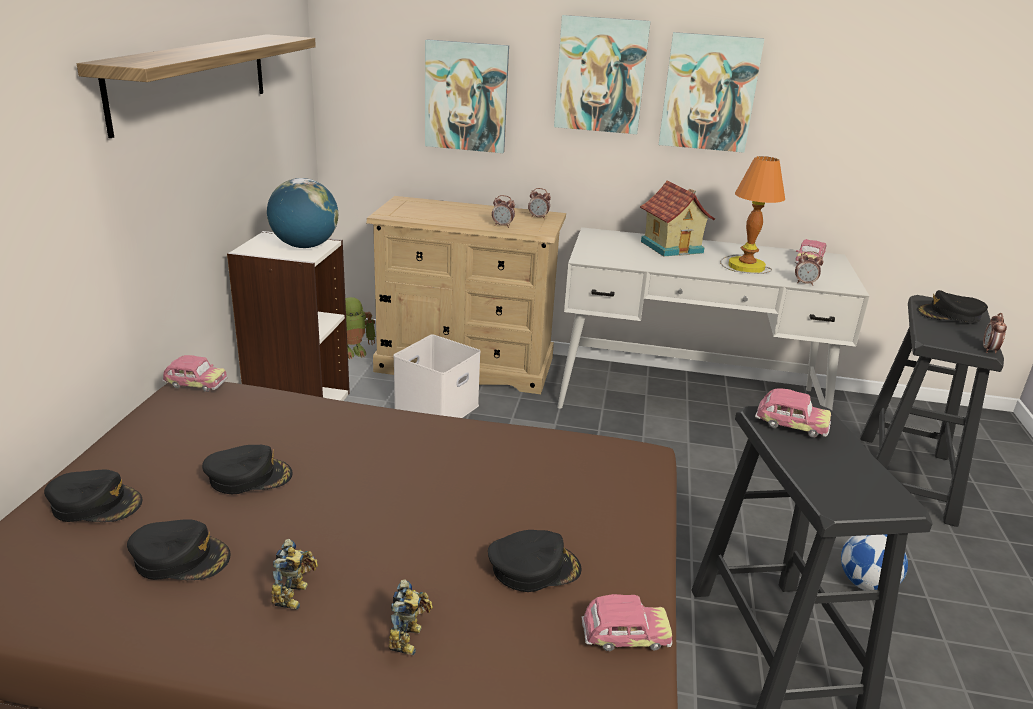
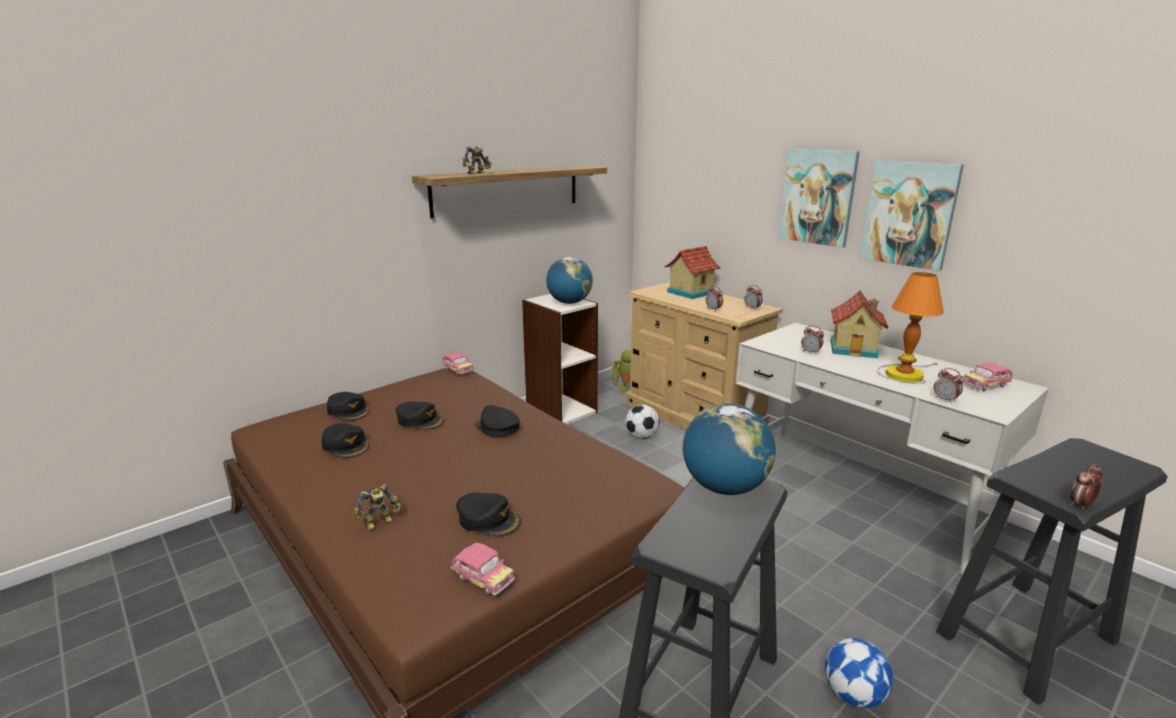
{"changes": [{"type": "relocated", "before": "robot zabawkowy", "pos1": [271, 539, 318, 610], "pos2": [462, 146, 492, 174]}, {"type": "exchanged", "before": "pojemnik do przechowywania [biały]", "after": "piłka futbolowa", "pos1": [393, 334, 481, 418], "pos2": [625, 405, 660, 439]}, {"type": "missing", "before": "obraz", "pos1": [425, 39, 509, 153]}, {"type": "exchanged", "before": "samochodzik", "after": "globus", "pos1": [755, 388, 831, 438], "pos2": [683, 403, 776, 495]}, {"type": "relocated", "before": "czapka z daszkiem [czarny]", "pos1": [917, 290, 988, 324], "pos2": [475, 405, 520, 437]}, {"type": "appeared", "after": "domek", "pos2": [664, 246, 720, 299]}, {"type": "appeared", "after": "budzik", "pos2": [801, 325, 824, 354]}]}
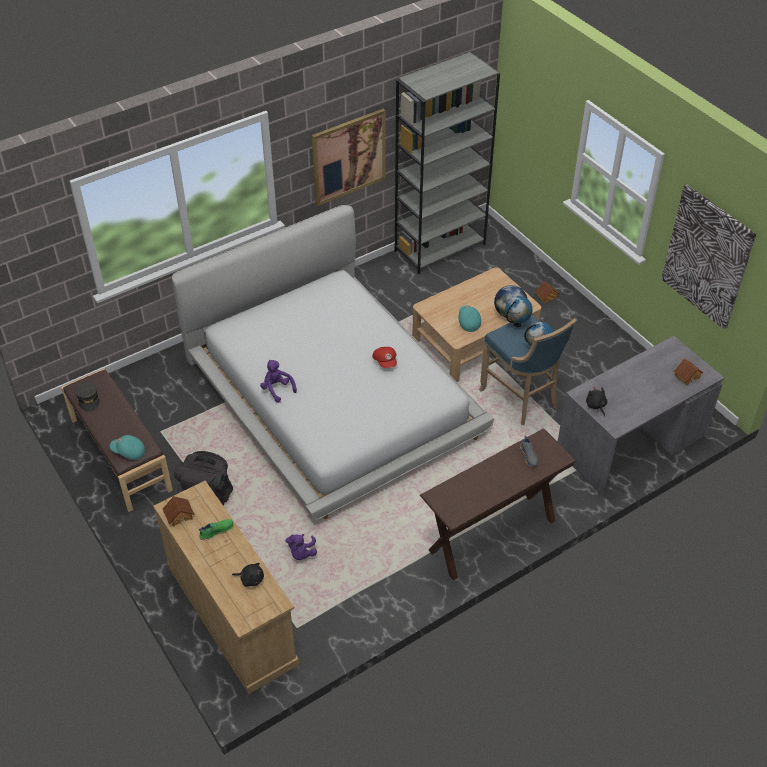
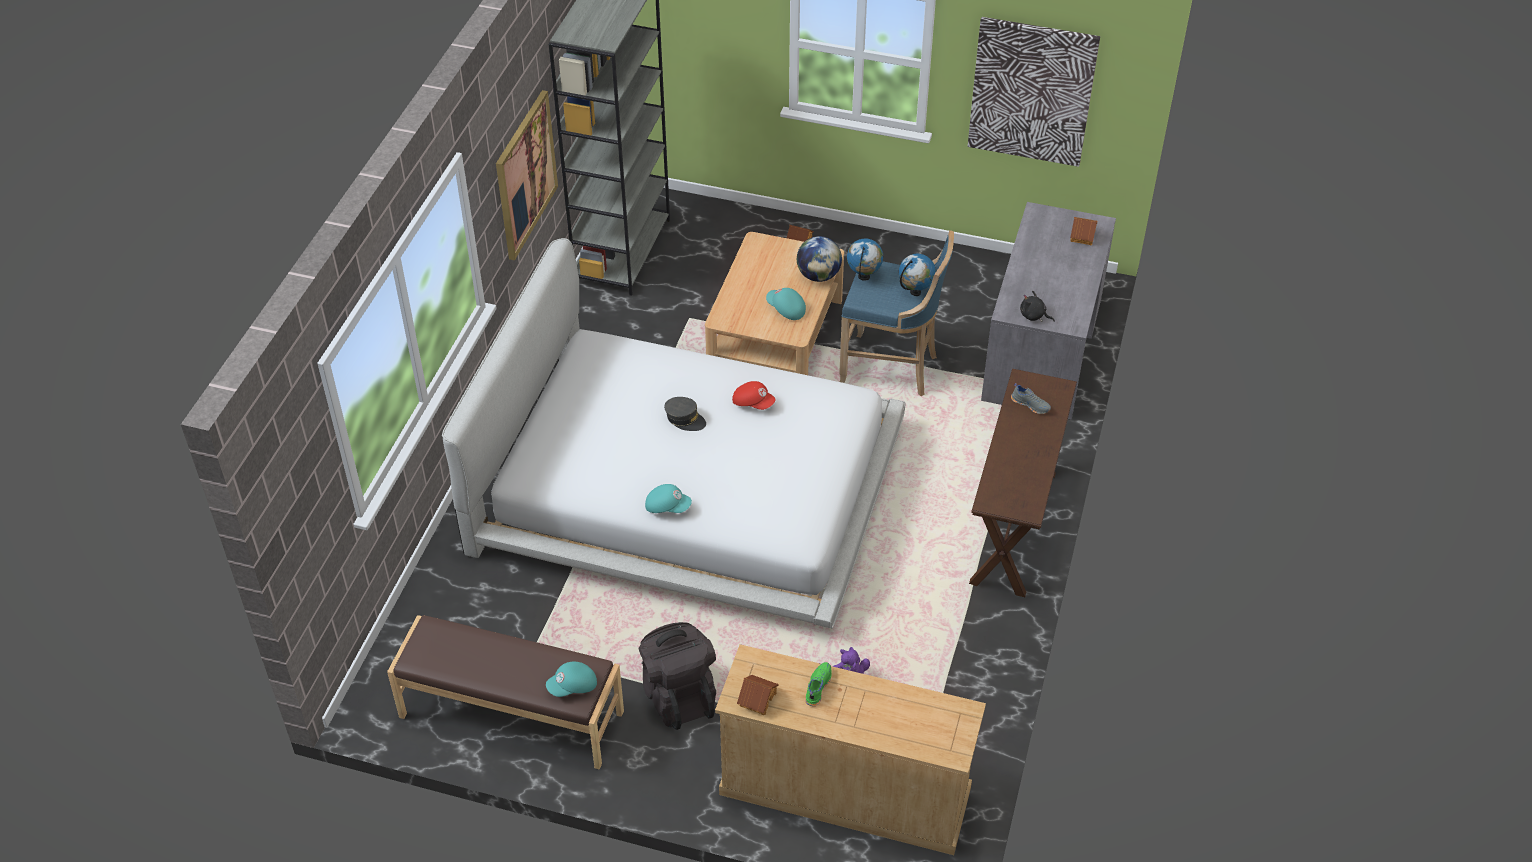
{"changes": [{"type": "relocated", "before": "czapka z daszkiem [szary]", "pos1": [75, 382, 99, 412], "pos2": [664, 397, 706, 431]}, {"type": "missing", "before": "pluszak [czarny]", "pos1": [232, 563, 264, 587]}, {"type": "exchanged", "before": "pluszak [fioletowy]", "after": "czapka z daszkiem [turkusowy]", "pos1": [260, 360, 297, 403], "pos2": [645, 484, 692, 513]}]}
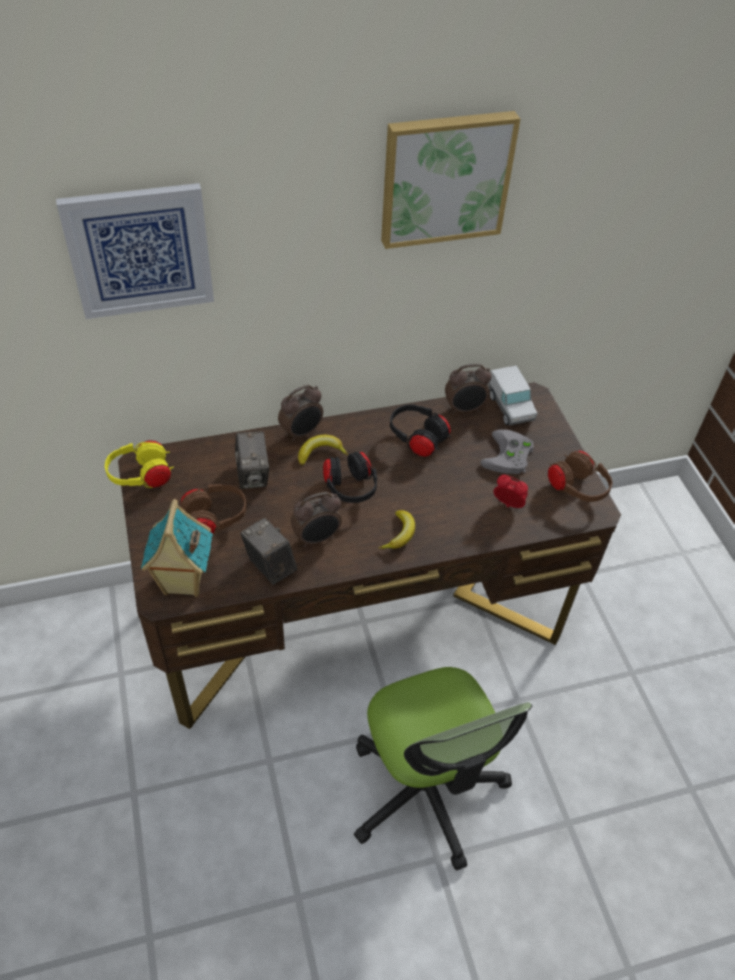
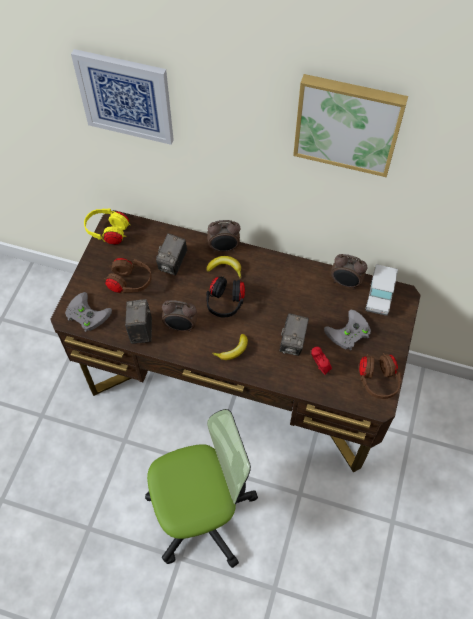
{"changes": [{"type": "exchanged", "before": "domek", "after": "pad do gier [szary]", "pos1": [141, 499, 213, 597], "pos2": [65, 292, 112, 332]}, {"type": "spun", "before": "krzesło biurowe", "pos1": [354, 667, 532, 871], "pos2": [145, 409, 258, 568], "turn": -120}, {"type": "missing", "before": "słuchawki [czarny]", "pos1": [390, 404, 451, 457]}, {"type": "appeared", "after": "aparat fotograficzny", "pos2": [280, 313, 309, 356]}]}
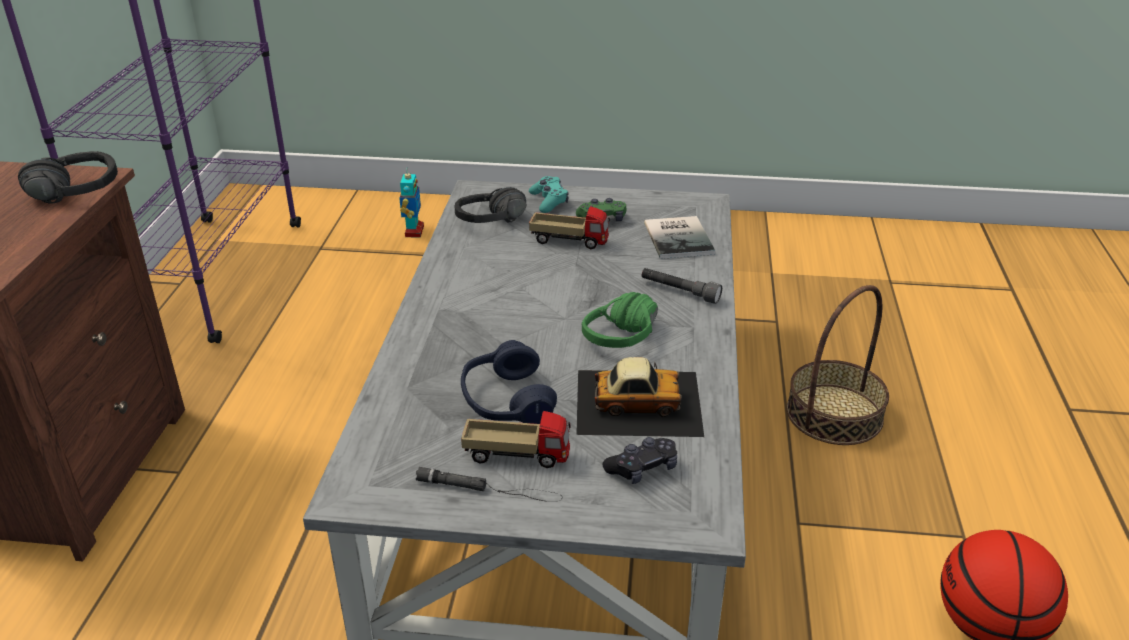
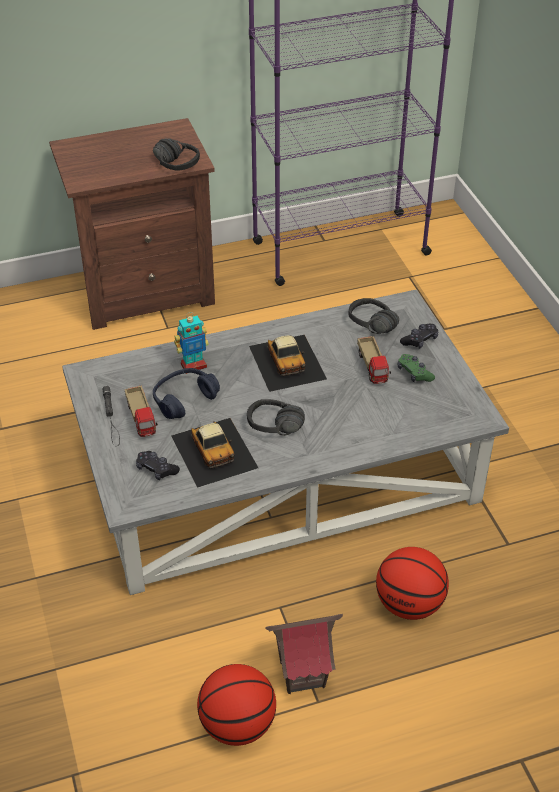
{"changes": [{"type": "relocated", "before": "robot zabawkowy", "pos1": [399, 167, 424, 238], "pos2": [174, 312, 209, 374]}, {"type": "colour", "before": "pad do gier [turkusowy]", "after": "pad do gier [czarny]", "pos1": [529, 176, 569, 213], "pos2": [400, 324, 438, 349]}, {"type": "colour", "before": "słuchawki [zielony]", "after": "słuchawki [czarny]", "pos1": [582, 292, 658, 348], "pos2": [247, 399, 305, 436]}, {"type": "missing", "before": "latarka [szary]", "pos1": [641, 268, 722, 304]}, {"type": "missing", "before": "książka", "pos1": [644, 216, 715, 259]}, {"type": "exchanged", "before": "koszyk", "after": "piłka do koszykówki", "pos1": [786, 285, 889, 445], "pos2": [376, 547, 449, 620]}, {"type": "appeared", "after": "samochodzik", "pos2": [249, 335, 327, 392]}, {"type": "appeared", "after": "domek", "pos2": [265, 614, 343, 694]}]}
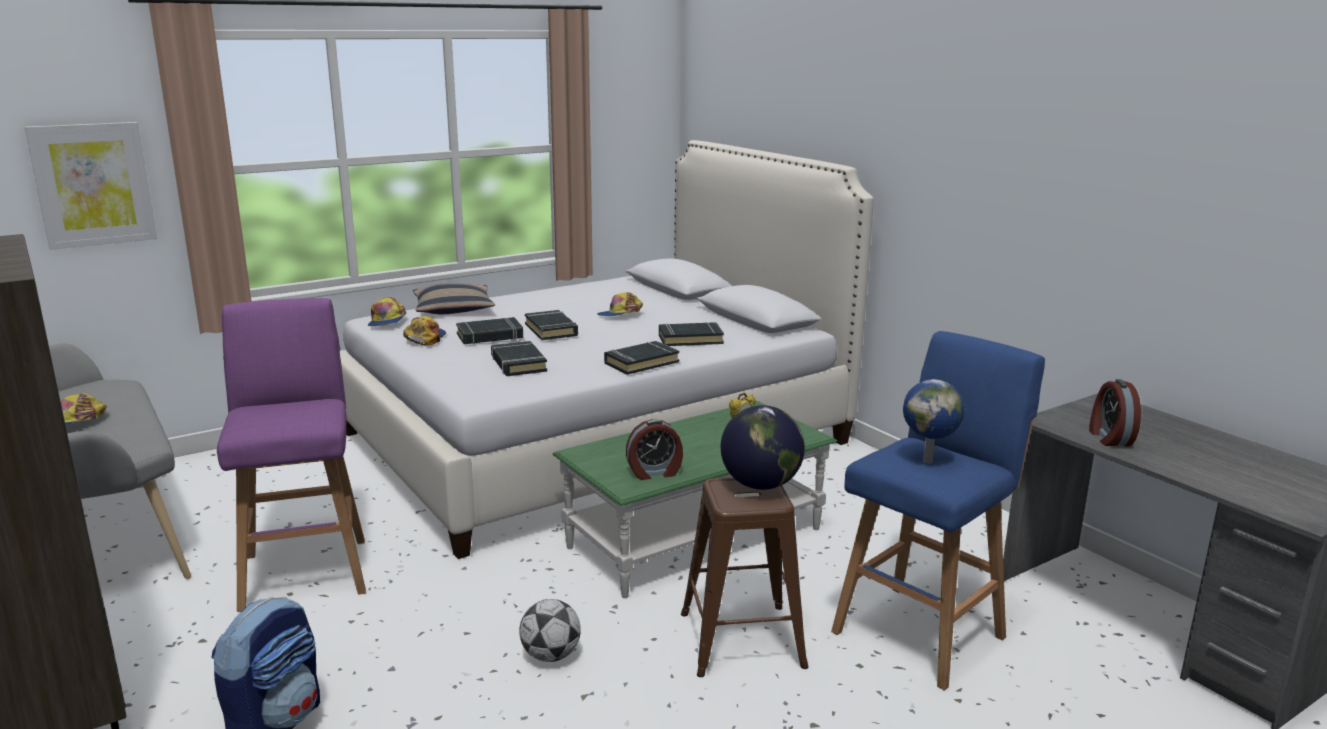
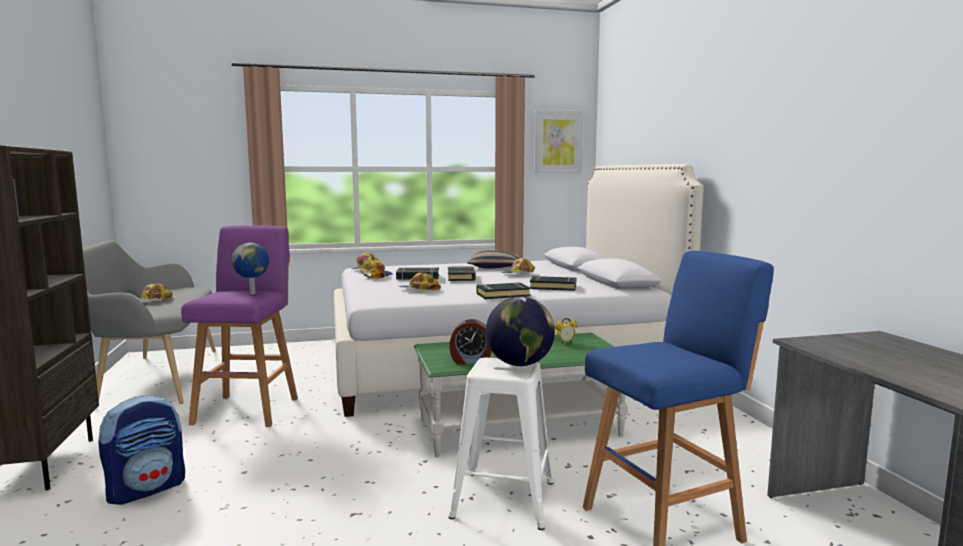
{"changes": [{"type": "relocated", "before": "obraz", "pos1": [25, 122, 157, 250], "pos2": [534, 110, 583, 174]}, {"type": "relocated", "before": "poduszka", "pos1": [413, 283, 495, 314], "pos2": [467, 250, 520, 269]}, {"type": "exchanged", "before": "książka [czarny]", "after": "czapka z daszkiem", "pos1": [491, 341, 547, 376], "pos2": [399, 273, 441, 290]}, {"type": "missing", "before": "piłka futbolowa", "pos1": [519, 599, 581, 662]}, {"type": "colour", "before": "stołek [brązowy]", "after": "stołek [biały]", "pos1": [681, 478, 808, 677], "pos2": [448, 358, 554, 530]}, {"type": "relocated", "before": "globus", "pos1": [903, 379, 964, 464], "pos2": [231, 243, 269, 295]}, {"type": "missing", "before": "budzik", "pos1": [1089, 379, 1141, 446]}]}
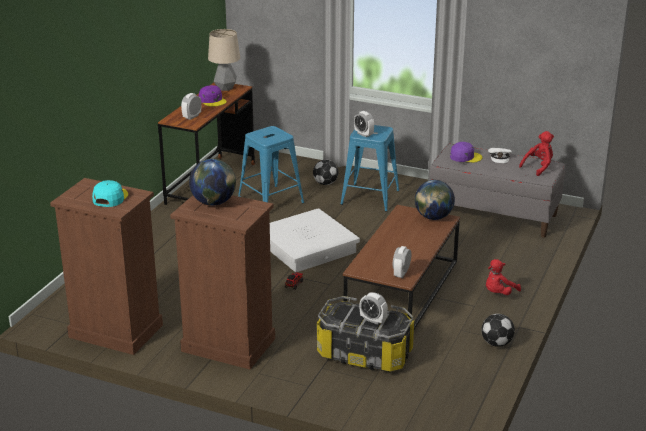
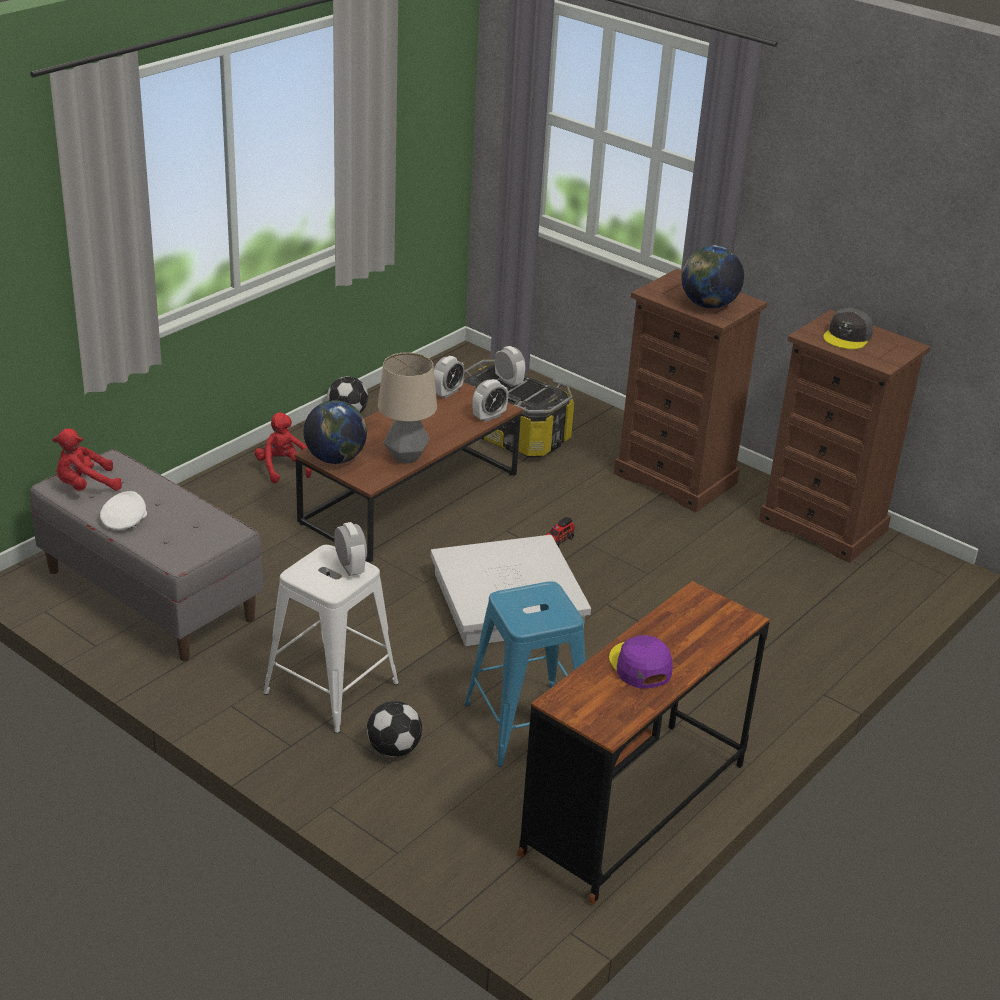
{"changes": [{"type": "colour", "before": "czapka z daszkiem [turkusowy]", "after": "czapka z daszkiem [szary]", "pos1": [92, 180, 128, 207], "pos2": [823, 308, 873, 349]}, {"type": "relocated", "before": "budzik", "pos1": [181, 93, 201, 120], "pos2": [472, 379, 508, 422]}, {"type": "relocated", "before": "lampa stołowa", "pos1": [208, 29, 240, 91], "pos2": [378, 352, 437, 464]}, {"type": "colour", "before": "stołek [niebieski]", "after": "stołek [biały]", "pos1": [340, 125, 399, 211], "pos2": [263, 545, 399, 733]}, {"type": "missing", "before": "czapka z daszkiem [fioletowy]", "pos1": [450, 142, 483, 163]}, {"type": "spun", "before": "pluszak [czerwony]", "pos1": [486, 259, 521, 295], "pos2": [254, 412, 312, 483], "turn": -90}]}
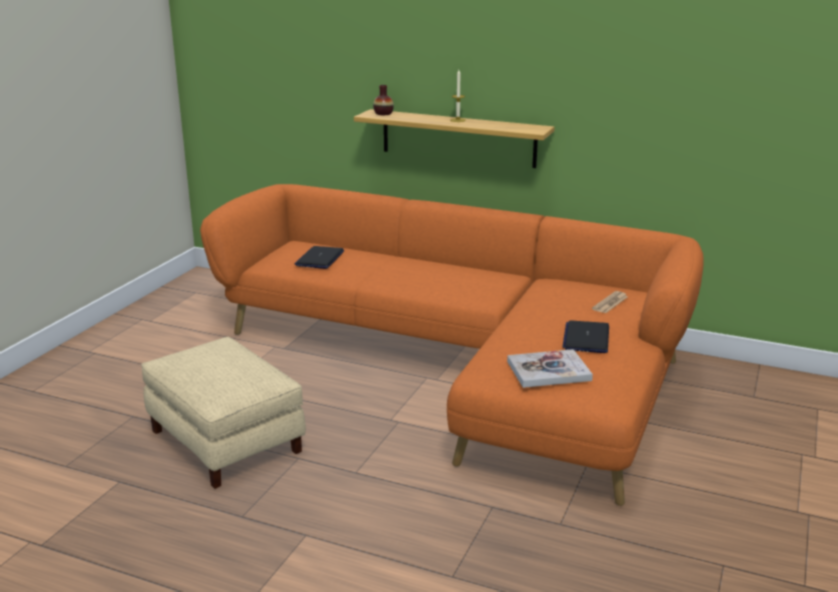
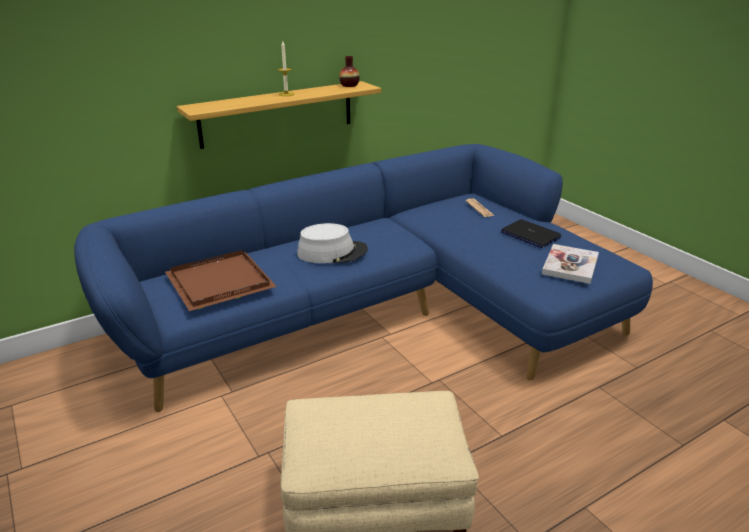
{"changes": [{"type": "colour", "before": "kanapa [pomarańczowy]", "after": "kanapa [niebieski]", "pos1": [200, 184, 703, 506], "pos2": [74, 144, 653, 412]}, {"type": "exchanged", "before": "laptop", "after": "taca [brązowy]", "pos1": [294, 246, 344, 269], "pos2": [165, 250, 277, 311]}, {"type": "relocated", "before": "wazon", "pos1": [373, 85, 394, 115], "pos2": [339, 56, 360, 87]}, {"type": "appeared", "after": "kapelusz [szary]", "pos2": [297, 223, 368, 263]}]}
